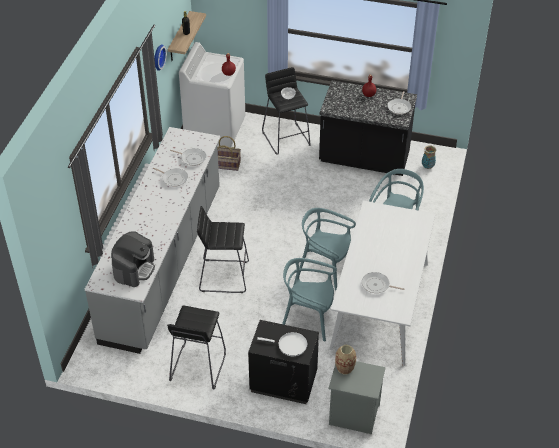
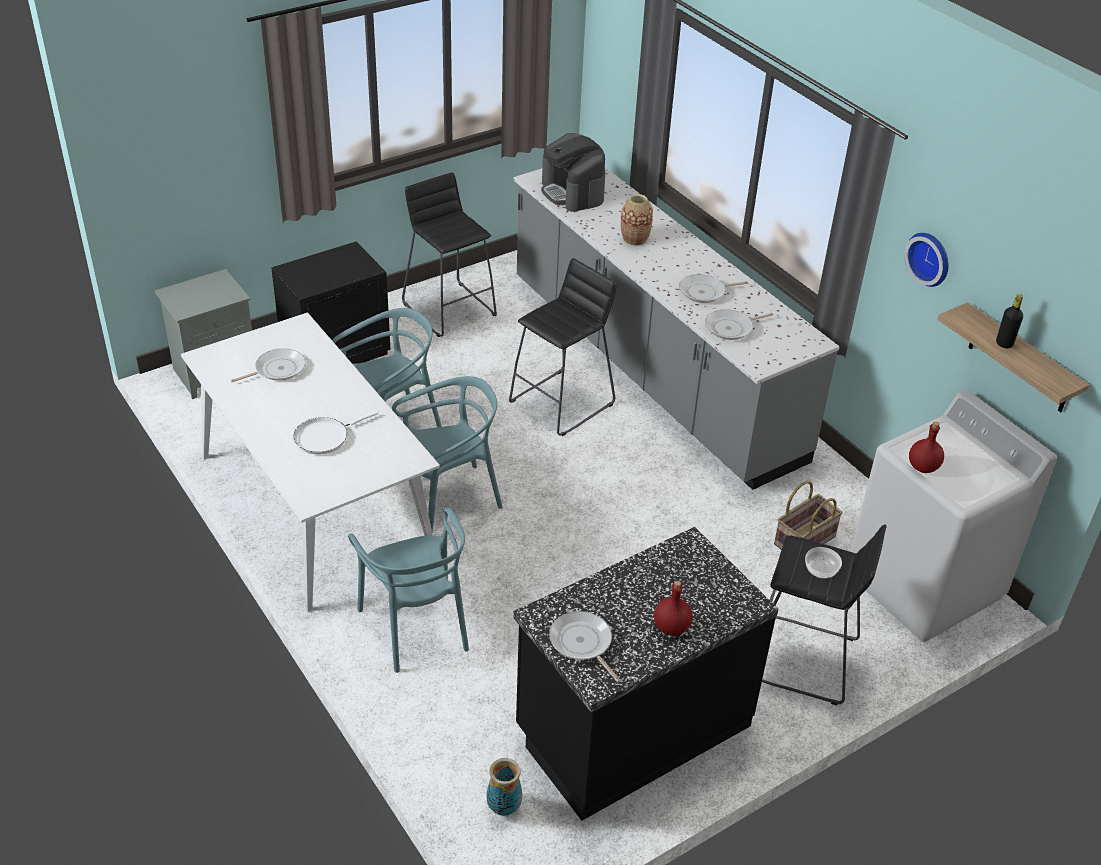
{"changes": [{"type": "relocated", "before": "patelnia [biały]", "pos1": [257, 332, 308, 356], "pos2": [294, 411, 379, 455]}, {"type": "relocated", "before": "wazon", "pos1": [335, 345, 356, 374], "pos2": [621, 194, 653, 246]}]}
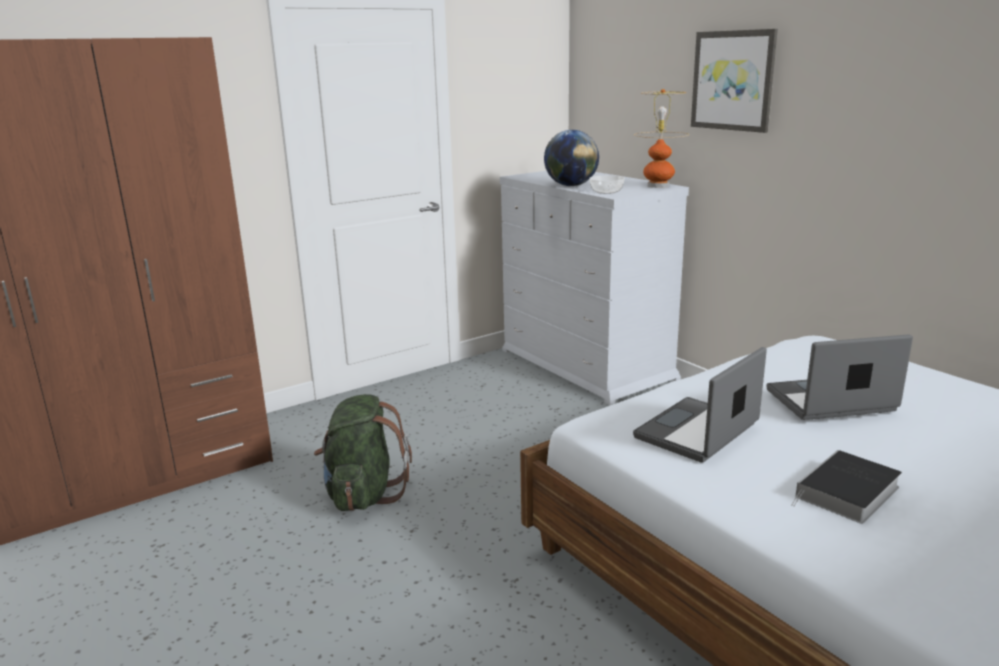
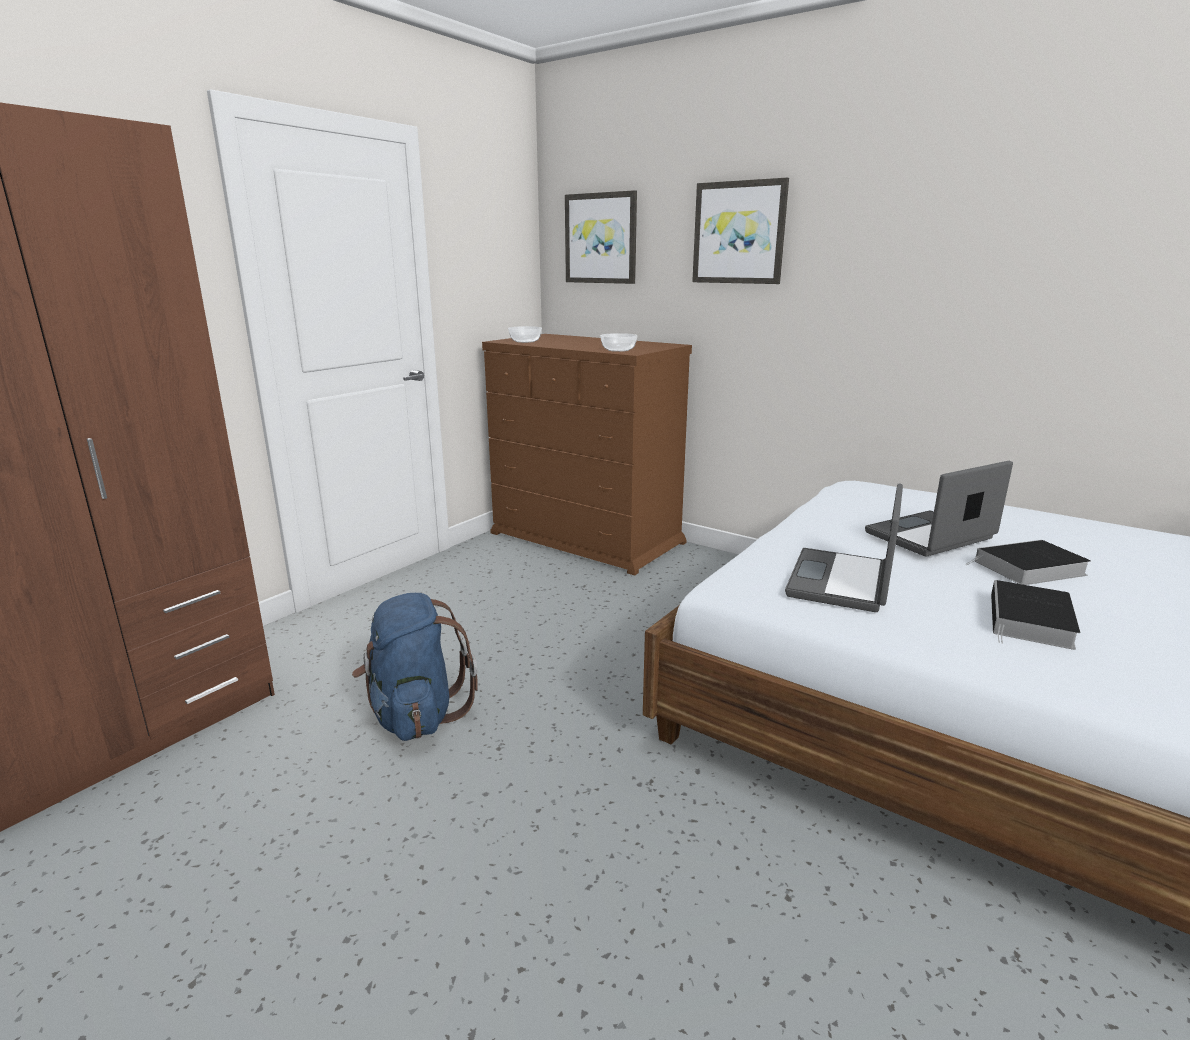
{"changes": [{"type": "colour", "before": "plecak [zielony]", "after": "plecak [niebieski]", "pos1": [314, 394, 412, 511], "pos2": [352, 593, 477, 741]}, {"type": "colour", "before": "komoda [biały]", "after": "komoda [brązowy]", "pos1": [500, 171, 689, 405], "pos2": [482, 334, 692, 576]}, {"type": "missing", "before": "globus", "pos1": [544, 130, 599, 186]}, {"type": "missing", "before": "lampa stołowa", "pos1": [634, 89, 689, 188]}, {"type": "appeared", "after": "miska", "pos2": [508, 326, 542, 343]}, {"type": "appeared", "after": "obraz", "pos2": [565, 190, 637, 284]}, {"type": "appeared", "after": "książka", "pos2": [965, 540, 1091, 585]}]}
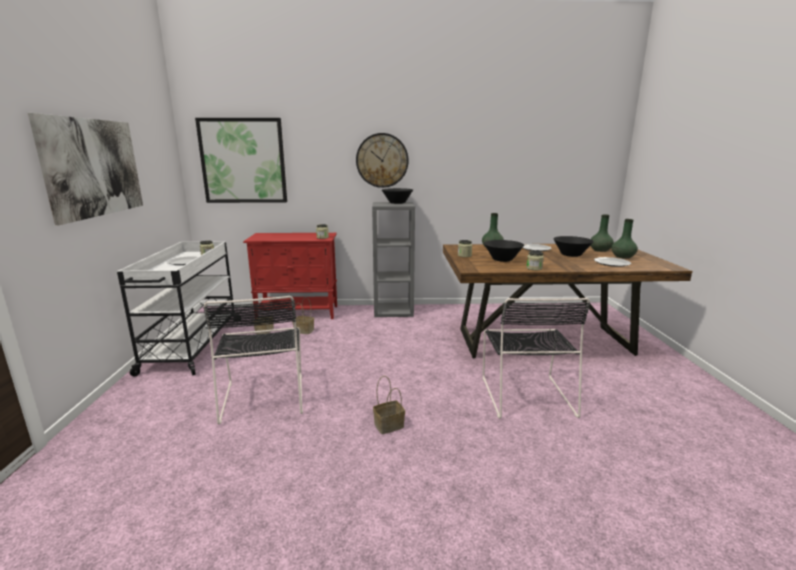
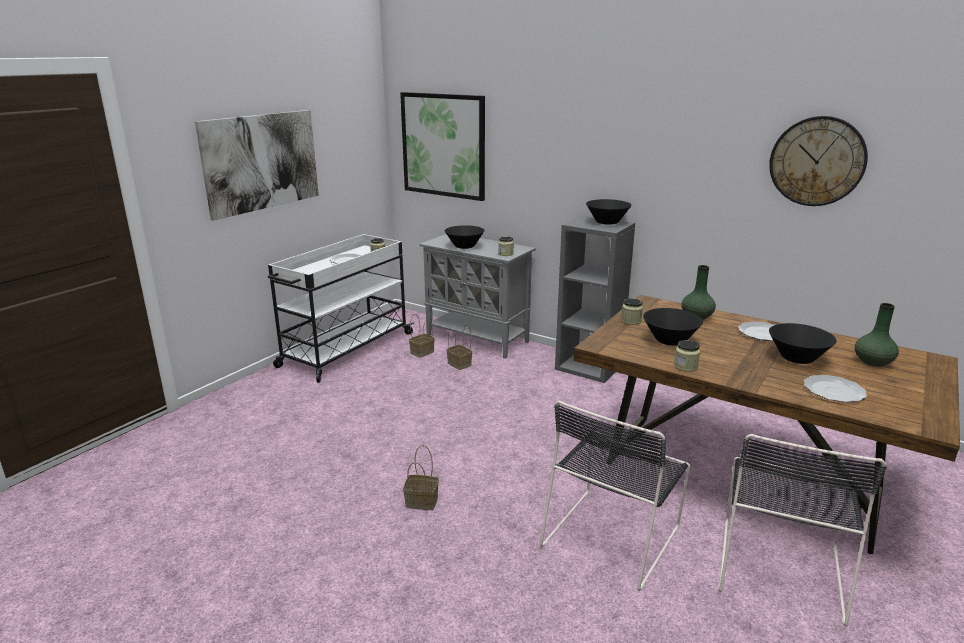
{"changes": [{"type": "relocated", "before": "krzesło [czarny]", "pos1": [203, 296, 303, 425], "pos2": [718, 434, 886, 626]}, {"type": "colour", "before": "szafka [czerwony]", "after": "szafka [szary]", "pos1": [243, 233, 337, 319], "pos2": [419, 234, 536, 358]}, {"type": "relocated", "before": "zegar ścienny", "pos1": [356, 133, 409, 188], "pos2": [769, 116, 868, 206]}, {"type": "missing", "before": "wazon [zielony]", "pos1": [611, 219, 638, 259]}, {"type": "appeared", "after": "miska [czarny]", "pos2": [445, 225, 485, 249]}]}
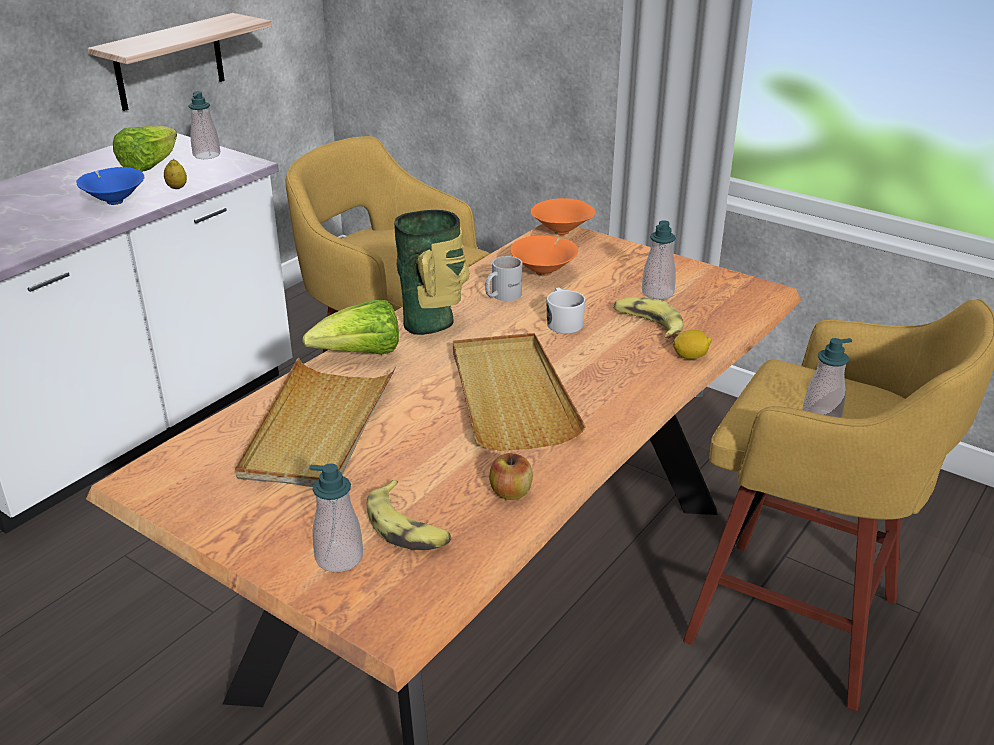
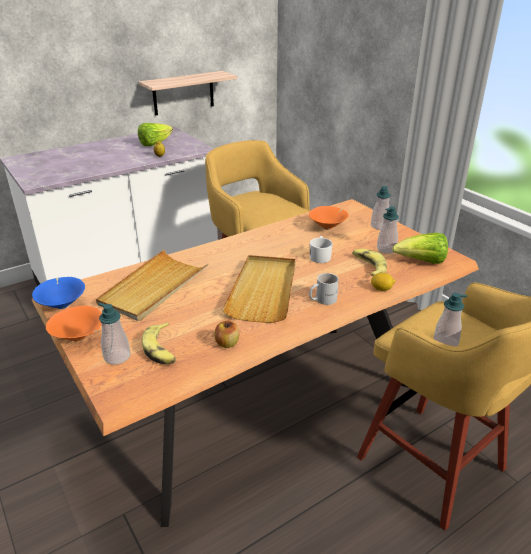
{"changes": [{"type": "relocated", "before": "miska [niebieski]", "pos1": [76, 167, 144, 205], "pos2": [32, 277, 85, 309]}, {"type": "relocated", "before": "dozownik mydła", "pos1": [188, 91, 220, 159], "pos2": [371, 186, 391, 230]}, {"type": "relocated", "before": "sałata", "pos1": [302, 300, 399, 355], "pos2": [392, 233, 448, 264]}, {"type": "missing", "before": "wazon", "pos1": [394, 210, 470, 335]}, {"type": "relocated", "before": "kubek [biały]", "pos1": [485, 256, 522, 301], "pos2": [309, 273, 339, 305]}, {"type": "relocated", "before": "miska [pomarańczowy]", "pos1": [531, 198, 596, 235], "pos2": [46, 306, 102, 341]}]}
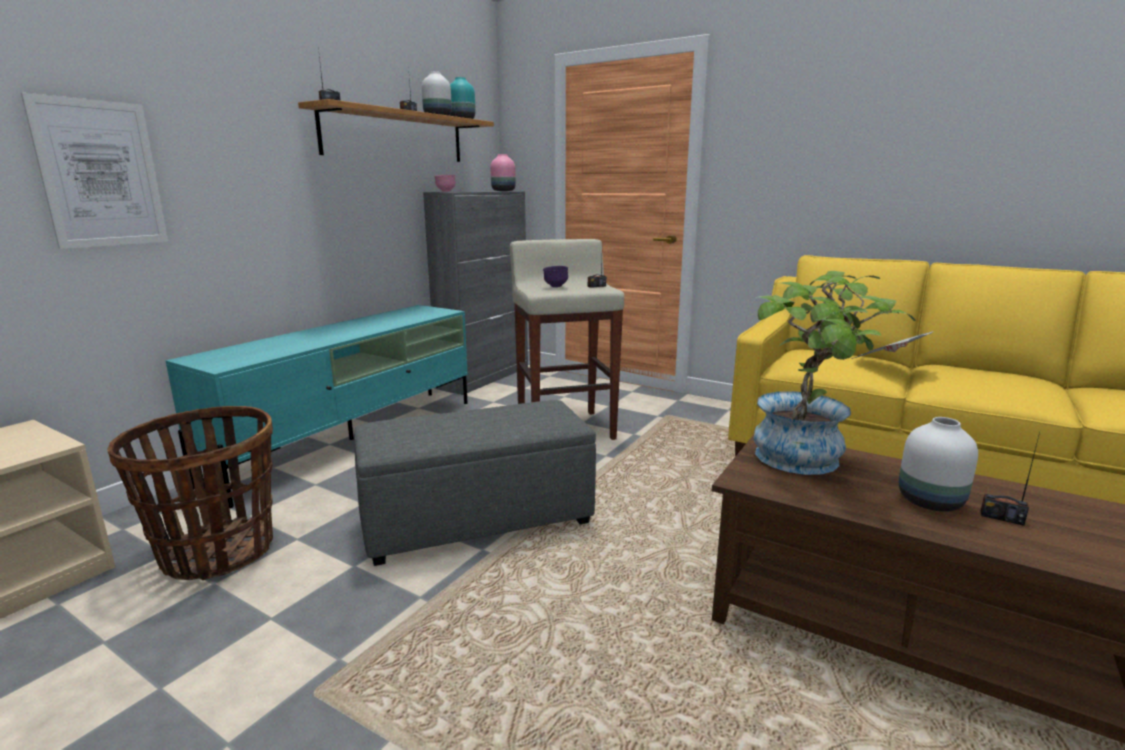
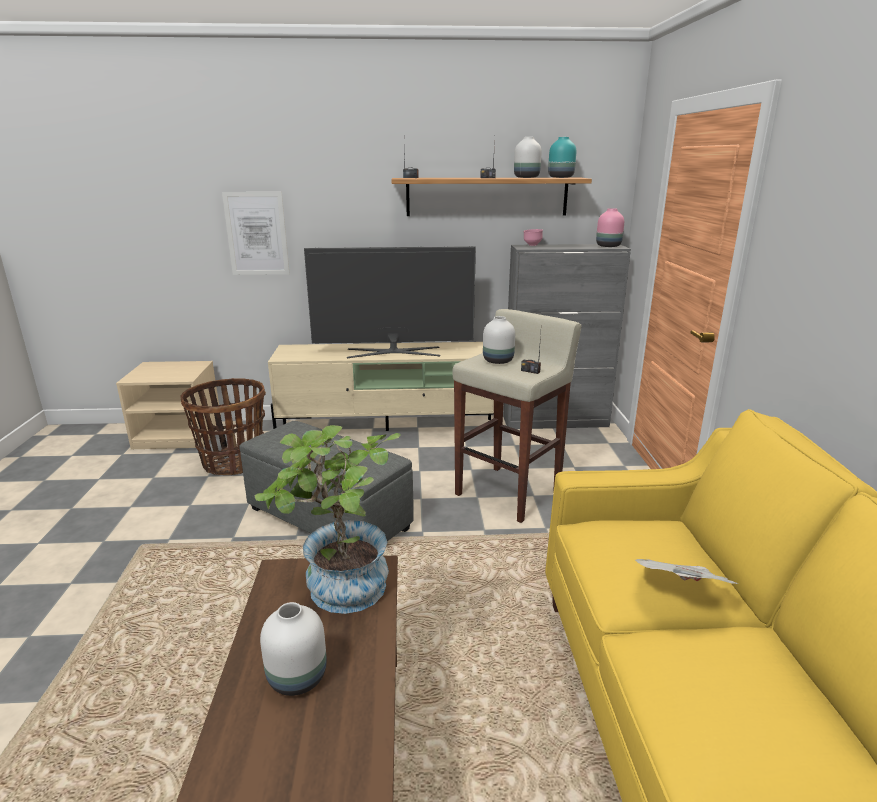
{"changes": [{"type": "colour", "before": "szafka pod telewizor [turkusowy]", "after": "szafka pod telewizor [beżowy]", "pos1": [165, 305, 468, 508], "pos2": [268, 342, 494, 431]}, {"type": "exchanged", "before": "miska [fioletowy]", "after": "wazon [biały]", "pos1": [543, 266, 568, 288], "pos2": [483, 316, 515, 364]}, {"type": "missing", "before": "radio", "pos1": [981, 432, 1040, 526]}, {"type": "appeared", "after": "telewizor", "pos2": [304, 246, 476, 358]}]}
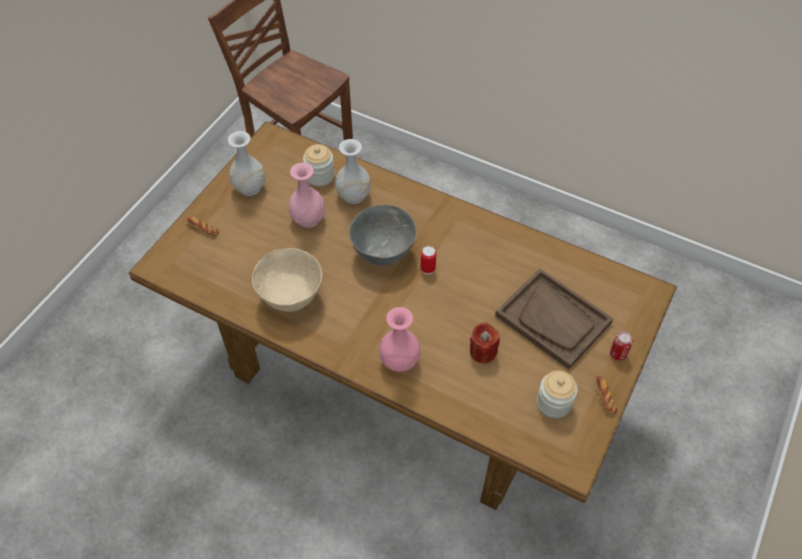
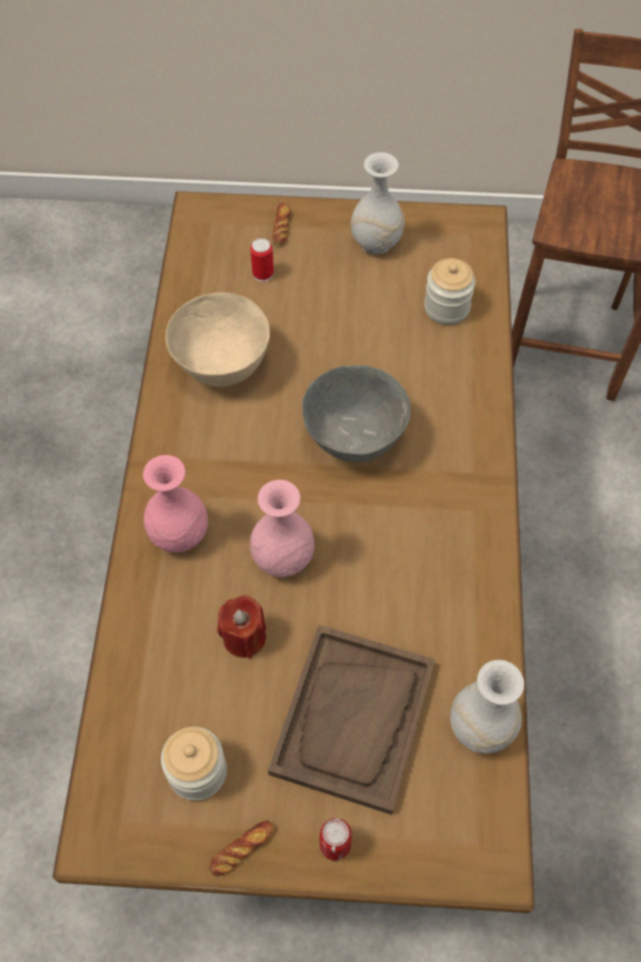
{"changes": [{"type": "relocated", "before": "wazon [różowy]", "pos1": [289, 163, 325, 228], "pos2": [250, 480, 314, 577]}, {"type": "relocated", "before": "wazon [biały]", "pos1": [335, 139, 371, 204], "pos2": [450, 660, 524, 754]}, {"type": "relocated", "before": "puszka", "pos1": [421, 246, 437, 274], "pos2": [250, 238, 274, 282]}]}
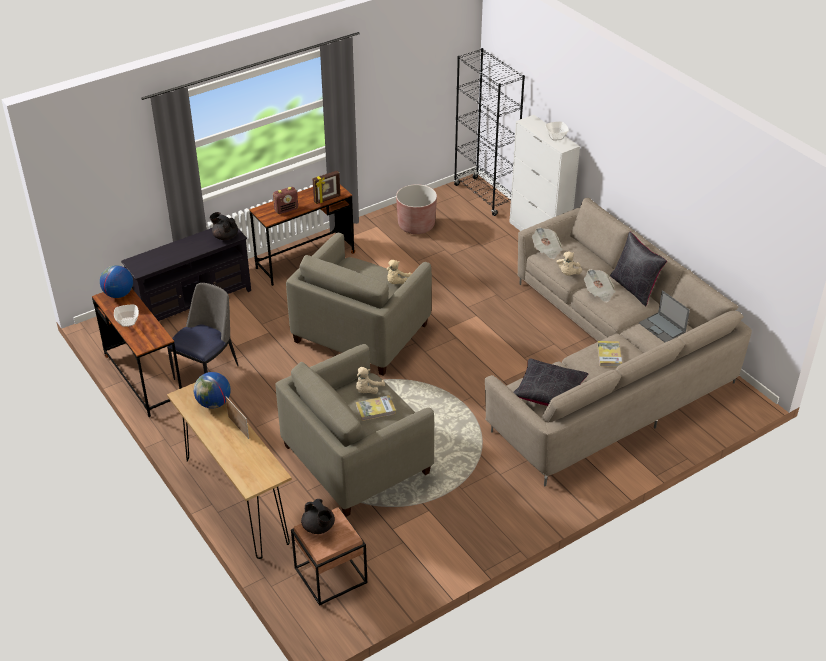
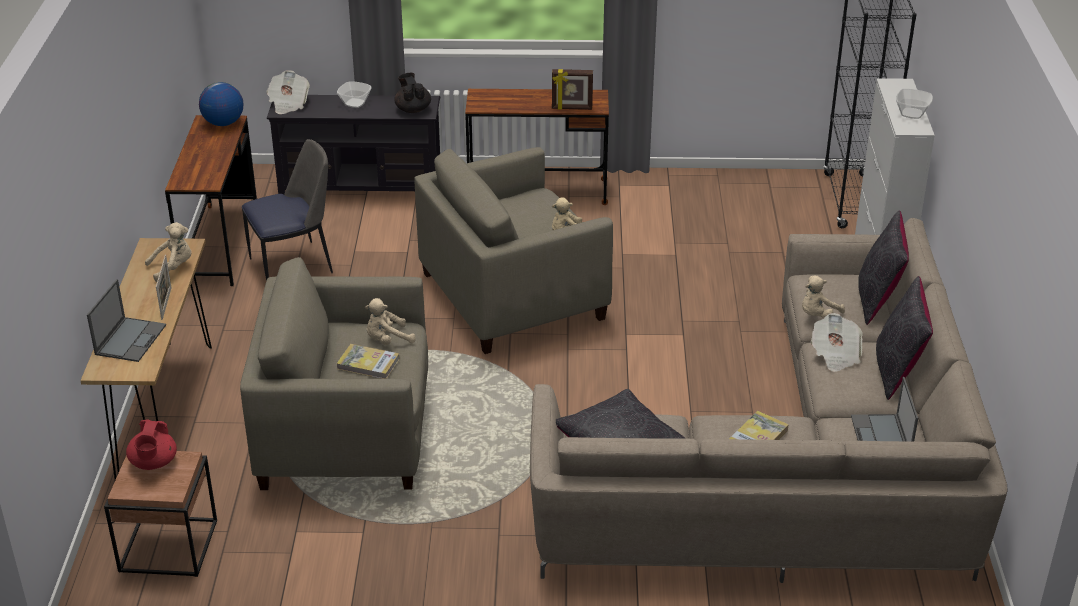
{"changes": [{"type": "relocated", "before": "miska", "pos1": [114, 305, 139, 327], "pos2": [337, 81, 372, 108]}, {"type": "exchanged", "before": "globus", "after": "pluszak [beżowy]", "pos1": [194, 372, 231, 409], "pos2": [145, 222, 192, 282]}, {"type": "missing", "before": "radio", "pos1": [273, 187, 298, 214]}, {"type": "colour", "before": "imbryk [czarny]", "after": "imbryk [czerwony]", "pos1": [301, 499, 335, 534], "pos2": [126, 419, 177, 470]}, {"type": "missing", "before": "donica [brązowy]", "pos1": [396, 184, 437, 234]}, {"type": "relocated", "before": "gazeta", "pos1": [532, 227, 563, 259], "pos2": [266, 70, 310, 114]}, {"type": "appeared", "after": "laptop", "pos2": [87, 279, 166, 362]}, {"type": "appeared", "after": "poduszka [czarny]", "pos2": [858, 210, 909, 325]}]}
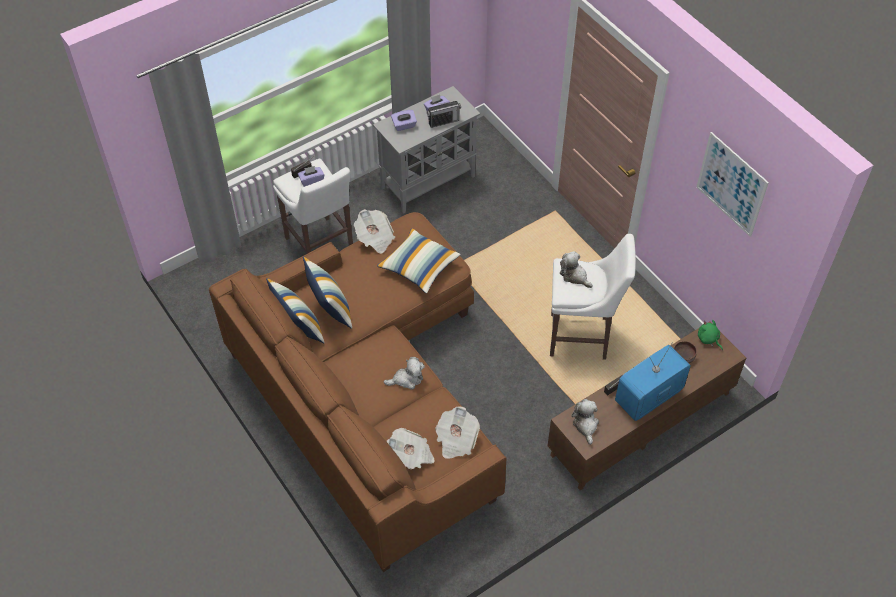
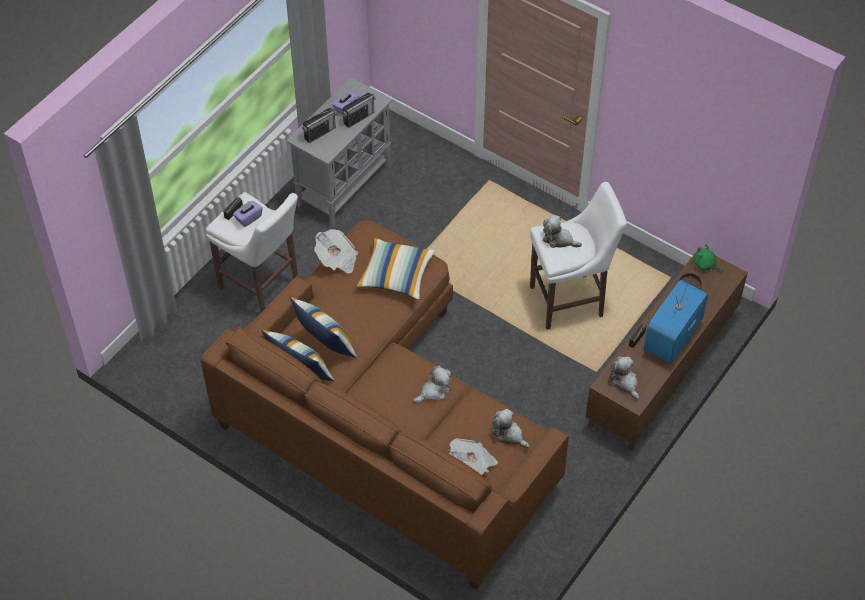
{"changes": [{"type": "exchanged", "before": "pudełko chusteczek [fioletowy]", "after": "radio", "pos1": [391, 110, 417, 131], "pos2": [302, 108, 337, 143]}, {"type": "exchanged", "before": "gazeta", "after": "pluszak", "pos1": [435, 406, 480, 459], "pos2": [492, 409, 530, 449]}, {"type": "missing", "before": "obraz", "pos1": [697, 132, 769, 237]}]}
